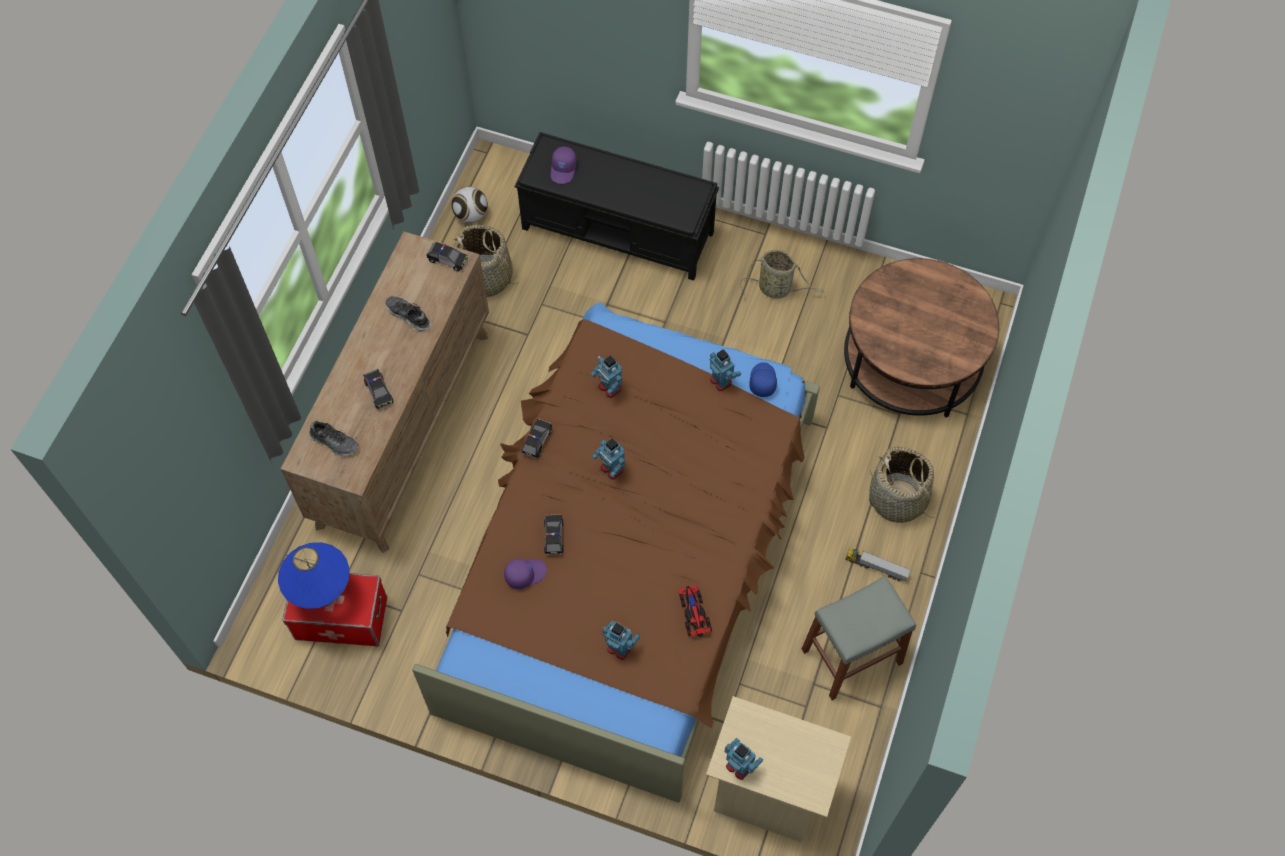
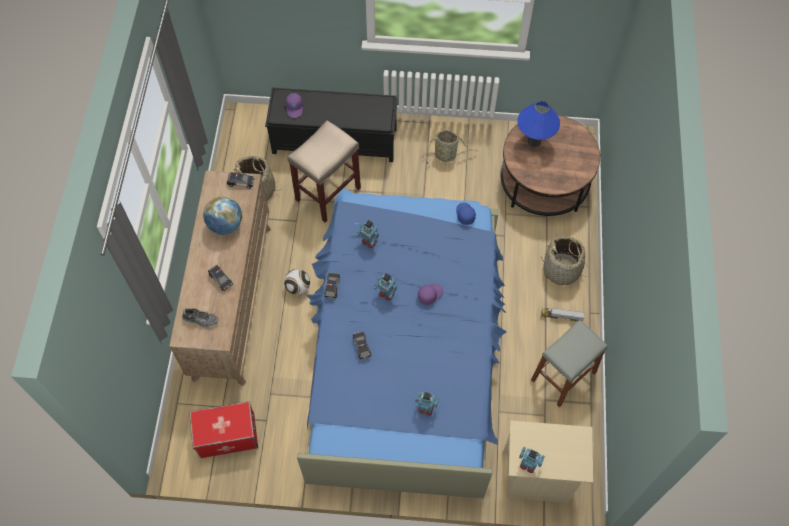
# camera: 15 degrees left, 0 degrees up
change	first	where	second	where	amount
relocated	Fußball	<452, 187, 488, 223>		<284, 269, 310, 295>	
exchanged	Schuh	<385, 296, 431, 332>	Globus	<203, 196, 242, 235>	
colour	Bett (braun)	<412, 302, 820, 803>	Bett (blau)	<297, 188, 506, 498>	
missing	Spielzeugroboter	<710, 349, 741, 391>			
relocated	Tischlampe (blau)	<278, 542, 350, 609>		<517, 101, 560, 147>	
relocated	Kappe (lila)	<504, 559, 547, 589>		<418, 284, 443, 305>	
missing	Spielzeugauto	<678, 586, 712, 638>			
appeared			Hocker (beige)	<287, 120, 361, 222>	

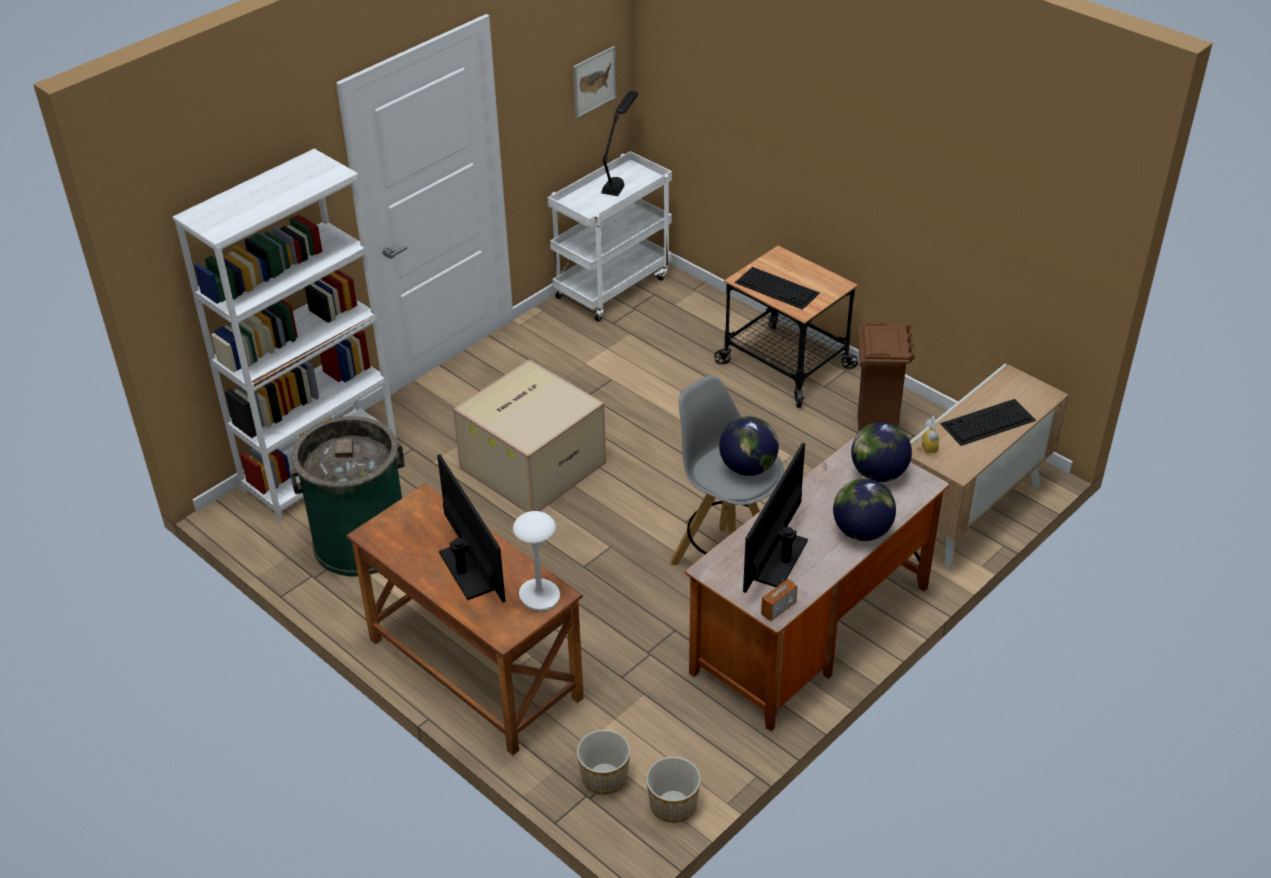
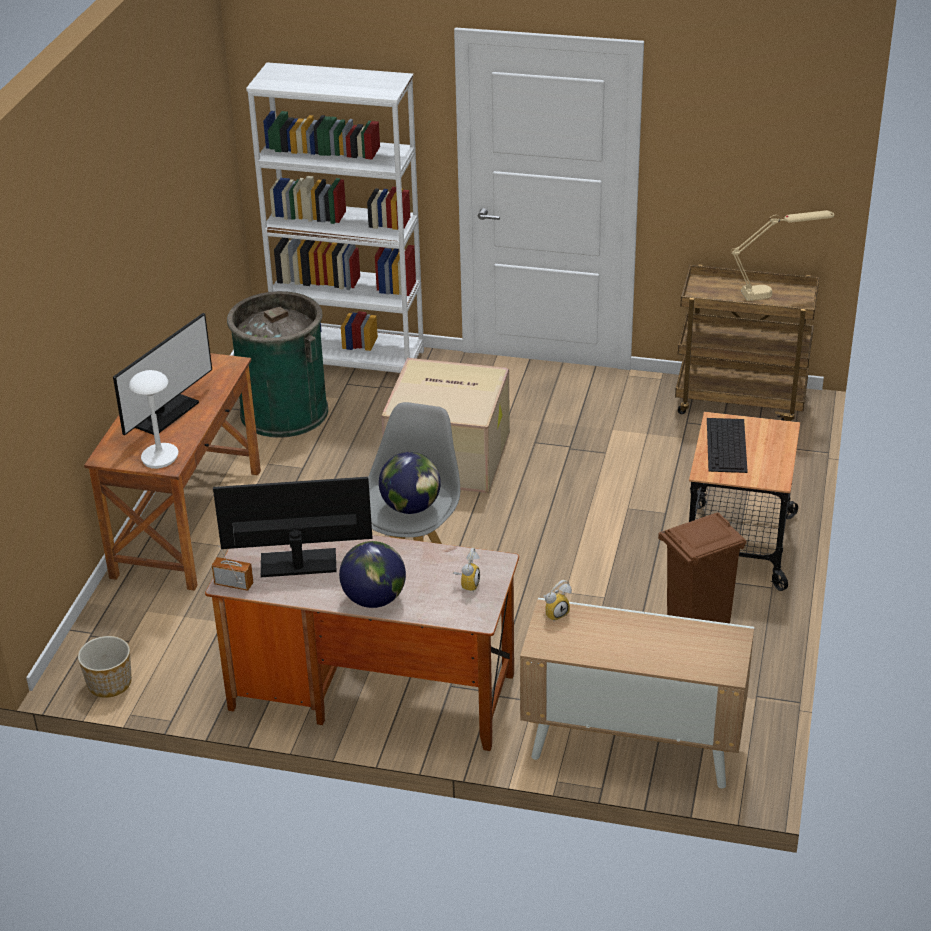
# camera: 60 degrees right, 5 degrees down
change	first	where	second	where	amount
missing	Bild	<573, 46, 616, 118>			
colour	Tischlampe (schwarz)	<601, 91, 638, 196>	Tischlampe (beige)	<731, 210, 834, 301>	
colour	Rollwagen (weiß)	<548, 151, 672, 322>	Rollwagen (braun)	<675, 264, 819, 421>	
missing	Tastatur	<940, 399, 1036, 446>			
exchanged	Globus	<851, 422, 912, 482>	Wecker	<453, 548, 480, 592>	
missing	Pflanzkübel	<577, 729, 630, 795>			

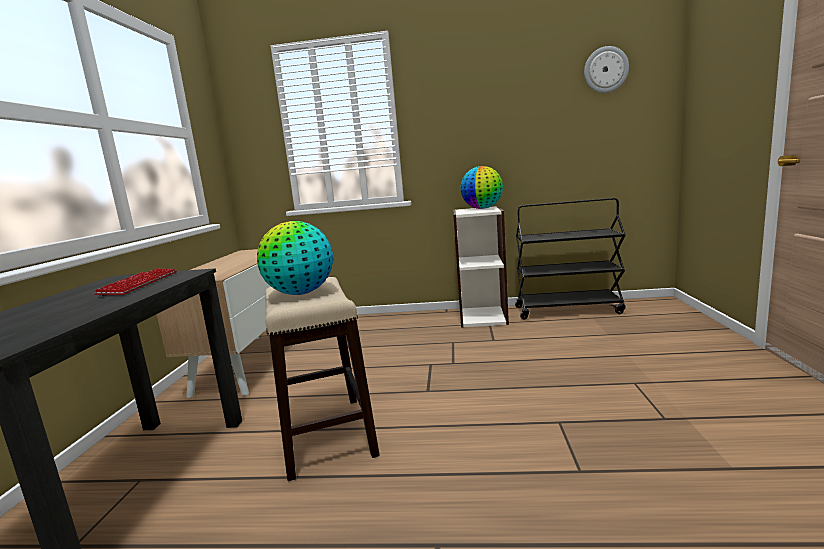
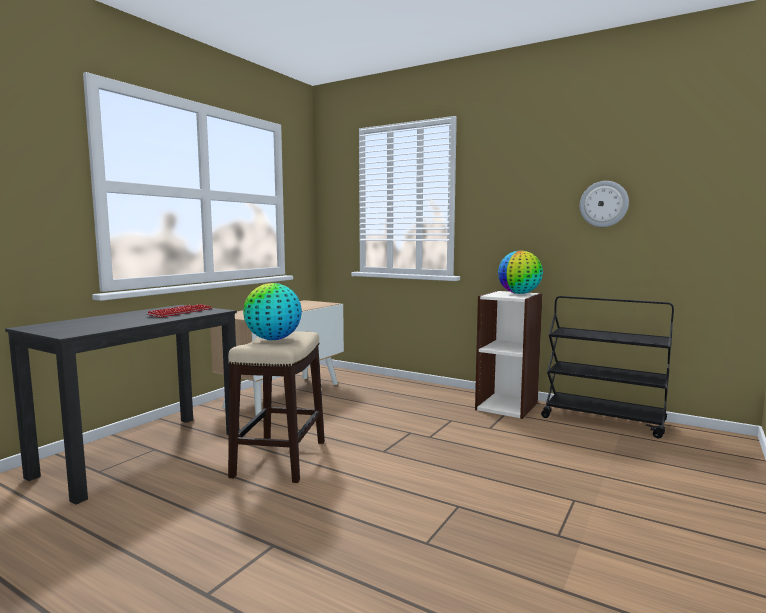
# camera: 25 degrees right, 5 degrees down
change	first	where	second	where	amount
relocated	Wanduhr	<584, 46, 629, 93>		<580, 181, 629, 227>	

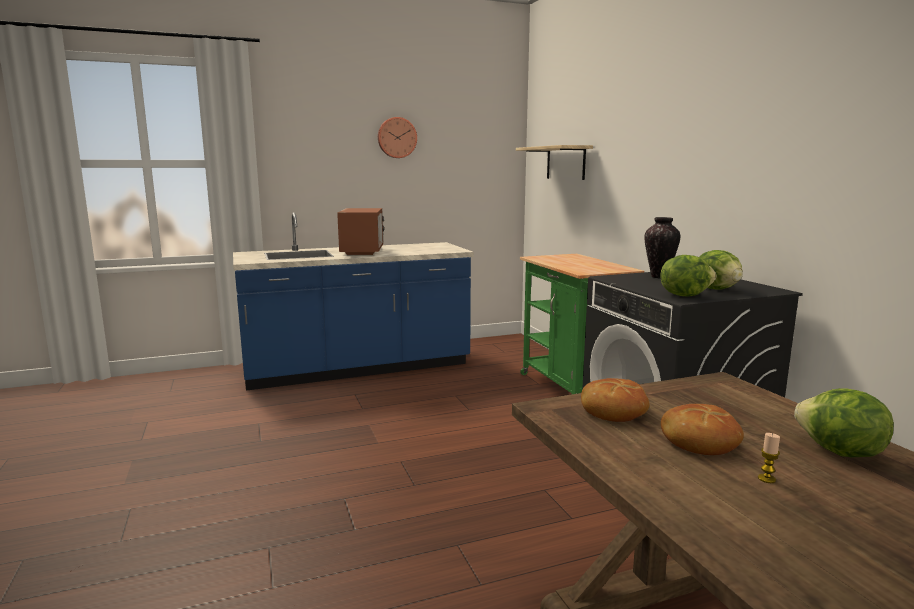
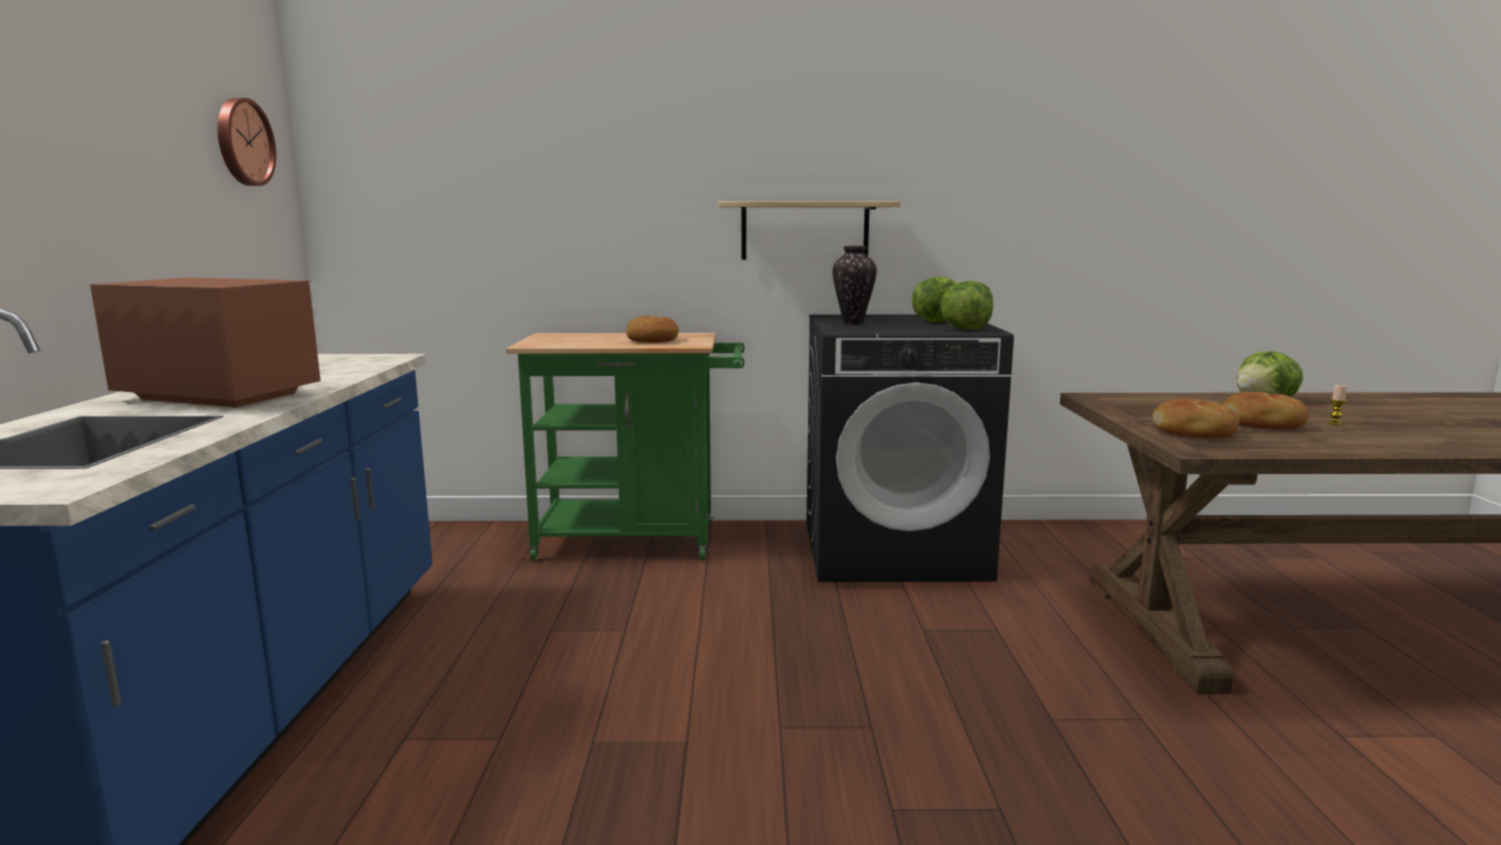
# camera: 70 degrees left, 0 degrees up
change	first	where	second	where	amount
relocated	Wanduhr	<378, 117, 417, 158>		<217, 98, 276, 186>	
relocated	Wandregal	<516, 145, 593, 180>		<719, 201, 901, 260>	
appeared			Brot	<626, 316, 679, 343>	

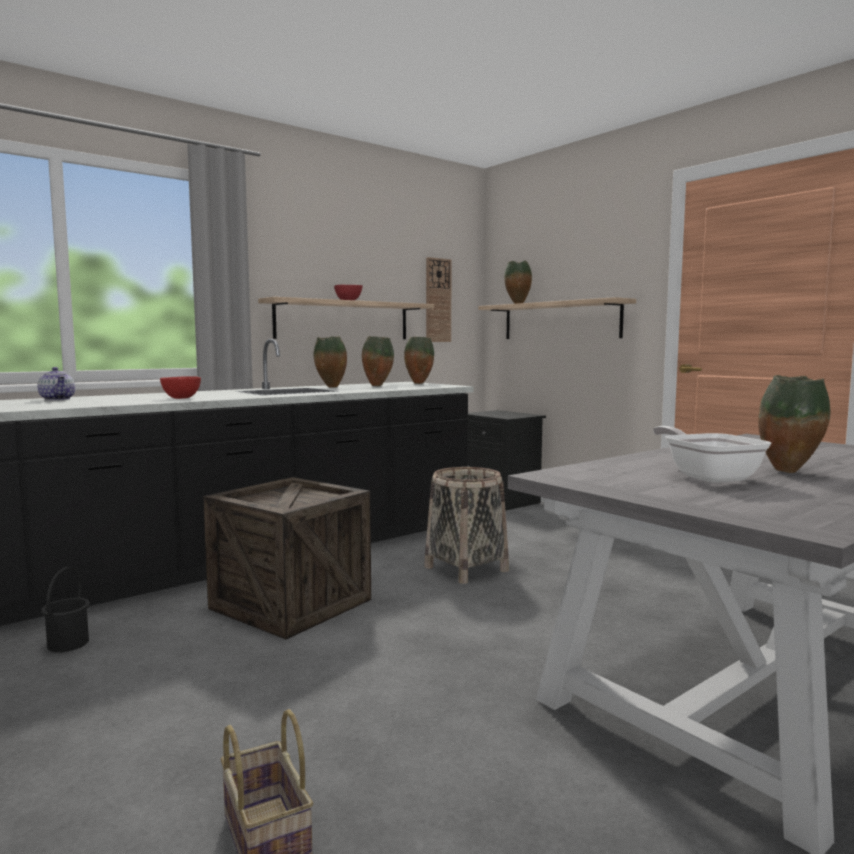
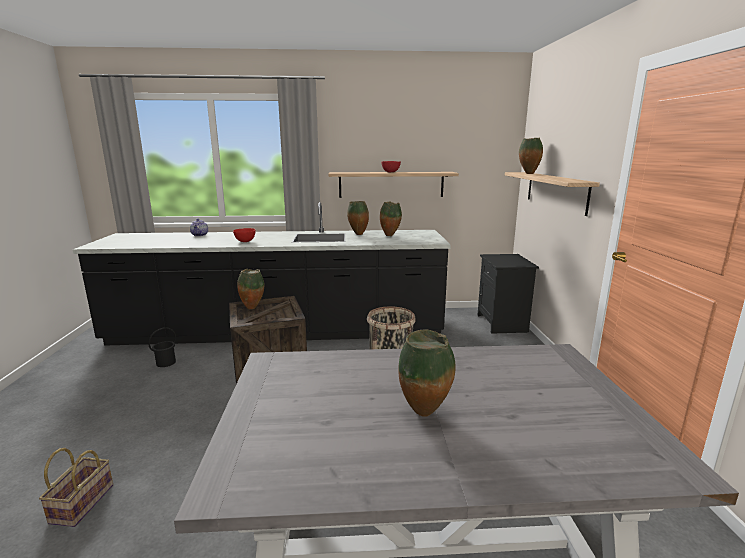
# camera: 35 degrees right, 10 degrees up
change	first	where	second	where	amount
missing	Wanduhr	<426, 257, 452, 342>			
relocated	Vase	<404, 337, 434, 384>		<237, 269, 264, 309>	
missing	Pfanne	<653, 426, 771, 483>			

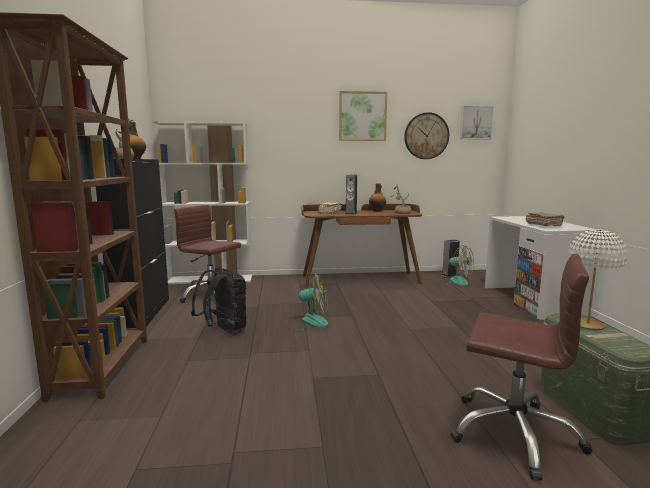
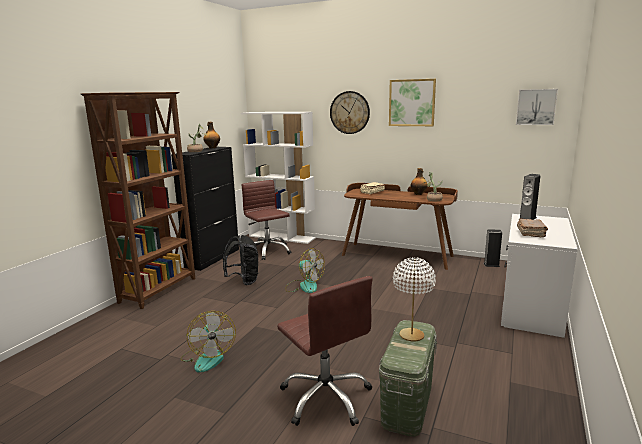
# camera: 30 degrees right, 5 degrees up
change	first	where	second	where	amount
relocated	Wanduhr	<404, 112, 449, 159>		<330, 91, 370, 134>	
relocated	Lautsprecher	<345, 174, 357, 214>		<519, 174, 540, 220>	
relocated	Ventilator	<436, 245, 474, 286>		<180, 311, 236, 373>	

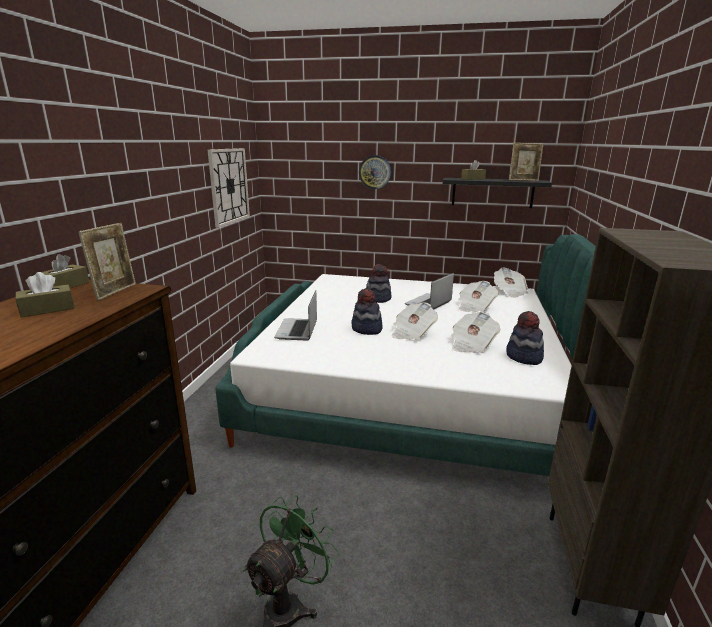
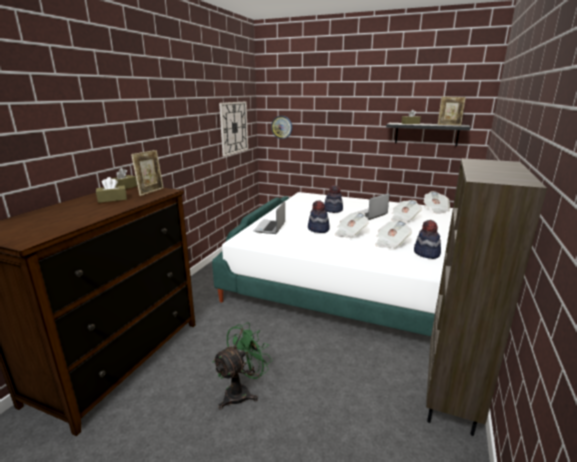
# camera: 10 degrees right, 0 degrees up
change	first	where	second	where	amount
relocated	Wanduhr	<359, 155, 391, 189>		<271, 116, 292, 139>	

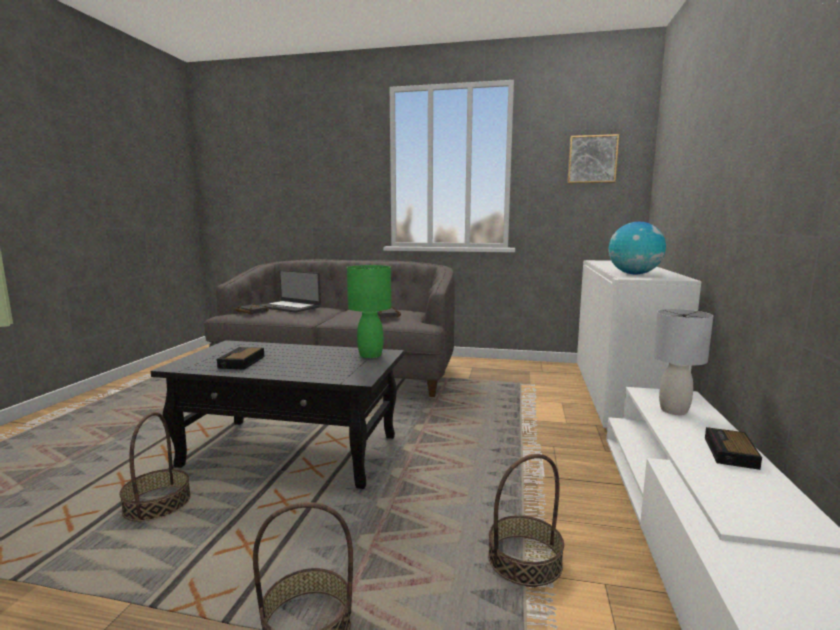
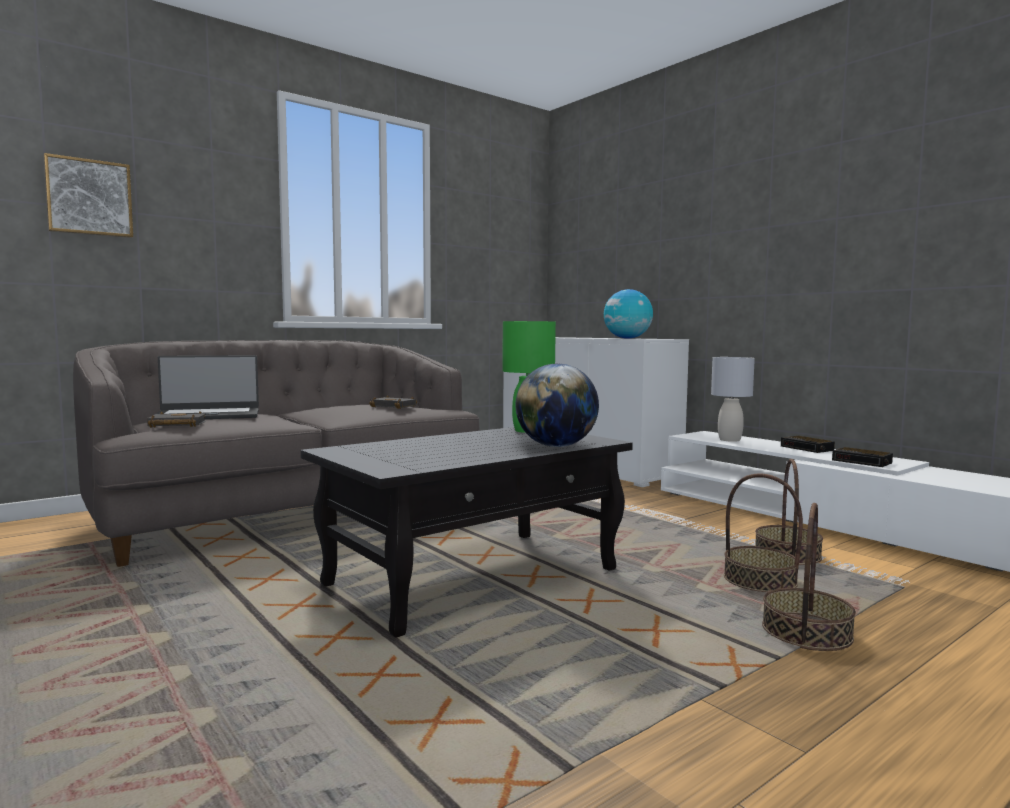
# camera: 50 degrees left, 5 degrees down
change	first	where	second	where	amount
relocated	Bild	<567, 134, 619, 184>		<43, 153, 133, 238>	
relocated	Wecker	<217, 347, 264, 369>		<832, 447, 893, 467>	
relocated	Korb	<119, 412, 191, 521>		<724, 473, 803, 592>	
appeared			Globus	<515, 363, 599, 447>	

